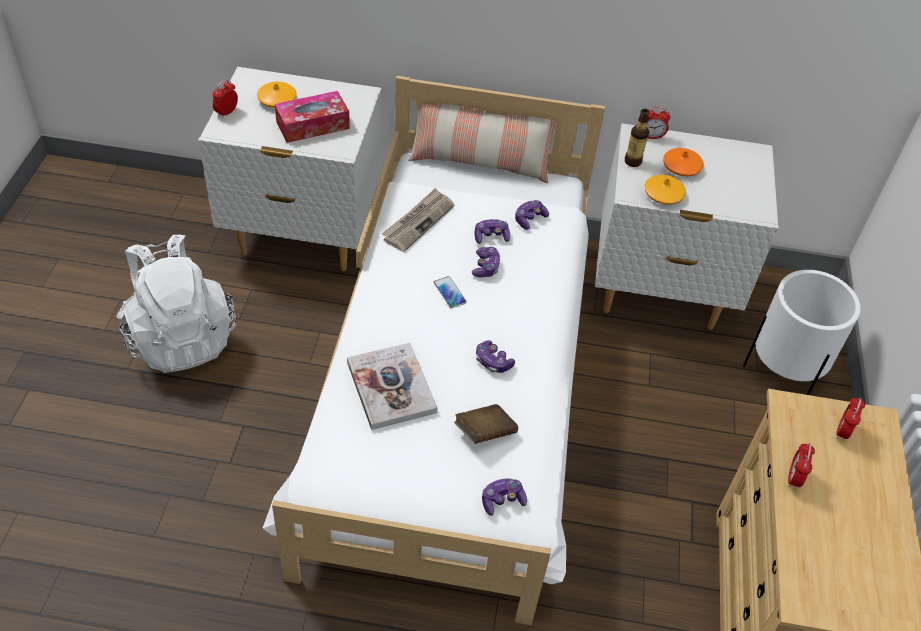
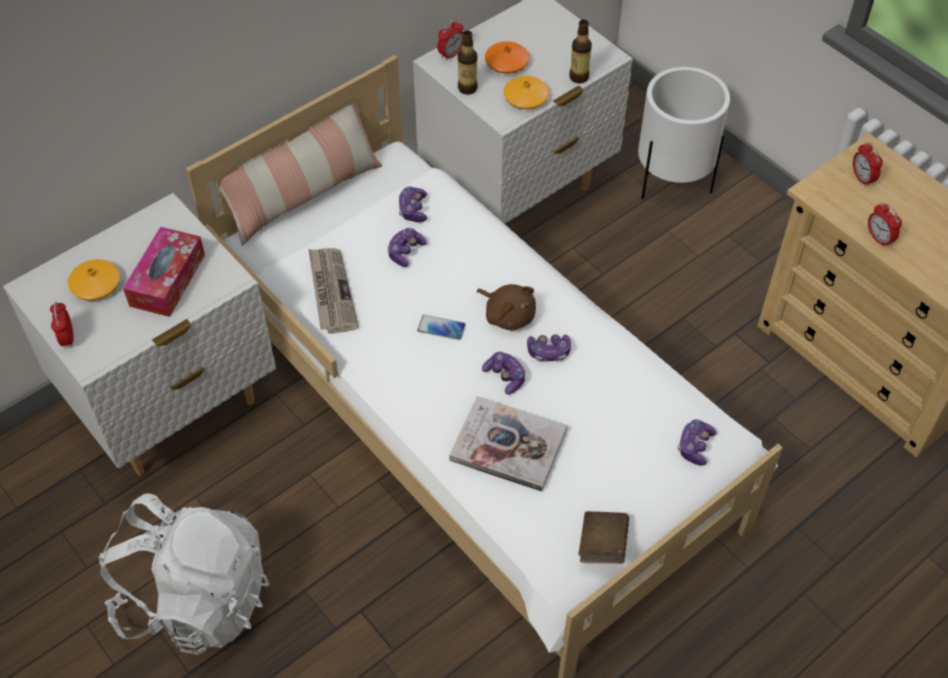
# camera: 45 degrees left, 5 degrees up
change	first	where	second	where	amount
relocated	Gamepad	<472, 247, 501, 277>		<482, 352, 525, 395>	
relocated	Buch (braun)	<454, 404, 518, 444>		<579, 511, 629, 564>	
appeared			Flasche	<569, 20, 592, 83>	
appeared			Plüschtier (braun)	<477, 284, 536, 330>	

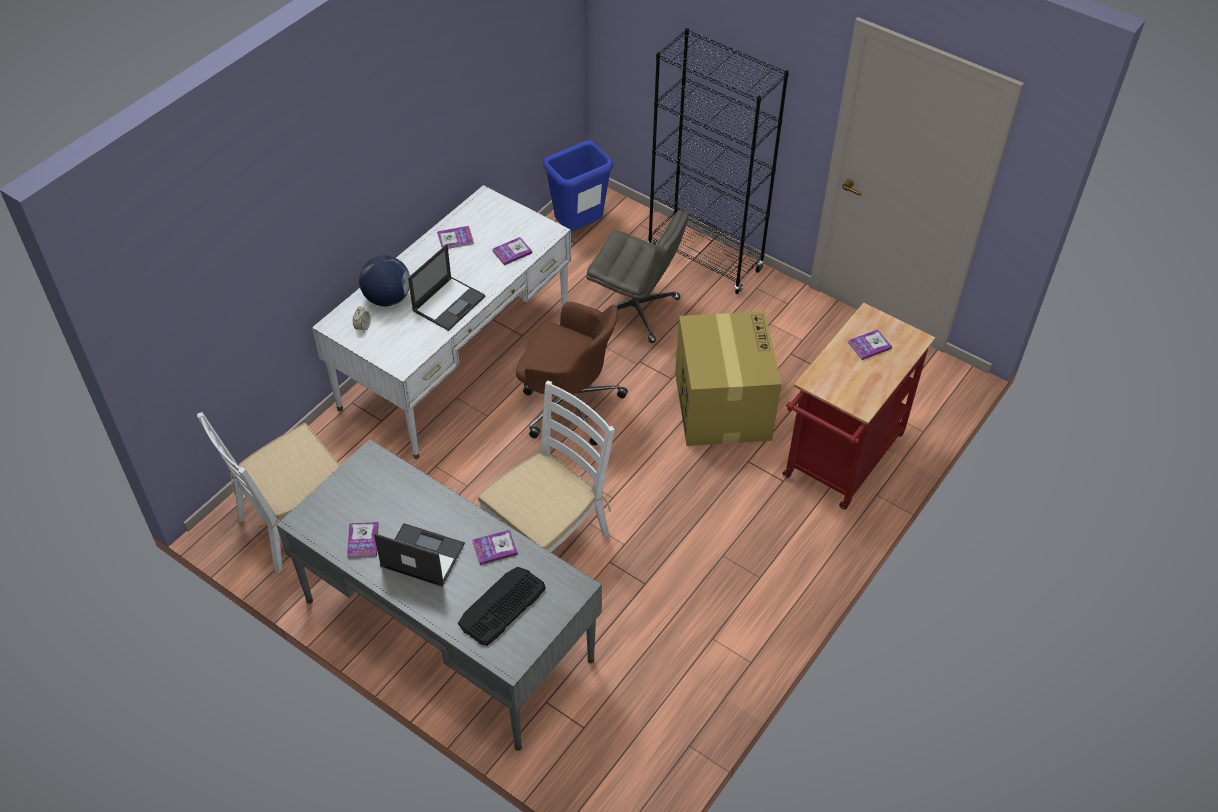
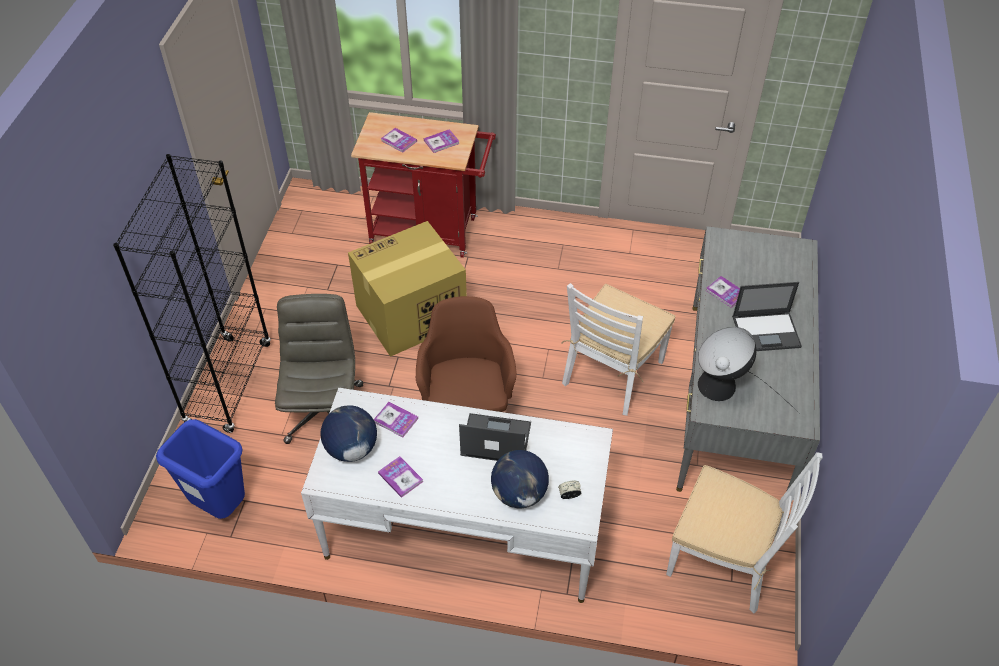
# camera: 115 degrees left, 0 degrees up
change	first	where	second	where	amount
spun	Stuhl (weiß)	<478, 380, 615, 552>		<561, 283, 676, 416>	75 degrees counterclockwise
relocated	Buch	<347, 522, 379, 558>		<424, 129, 459, 153>	
spun	Laptop	<374, 523, 465, 587>		<732, 282, 802, 351>	90 degrees counterclockwise
missing	Tastatur	<458, 567, 546, 646>			
appeared			Tischlampe	<698, 327, 799, 413>	
appeared			Globus	<320, 405, 377, 462>	

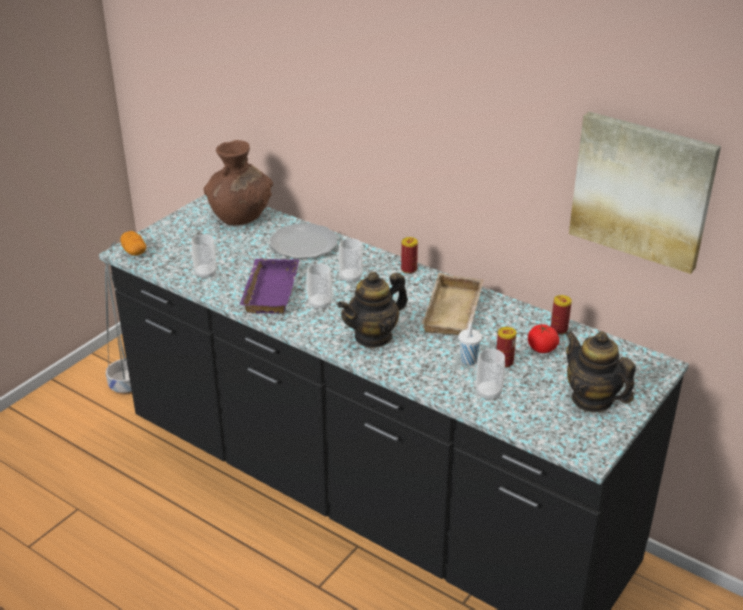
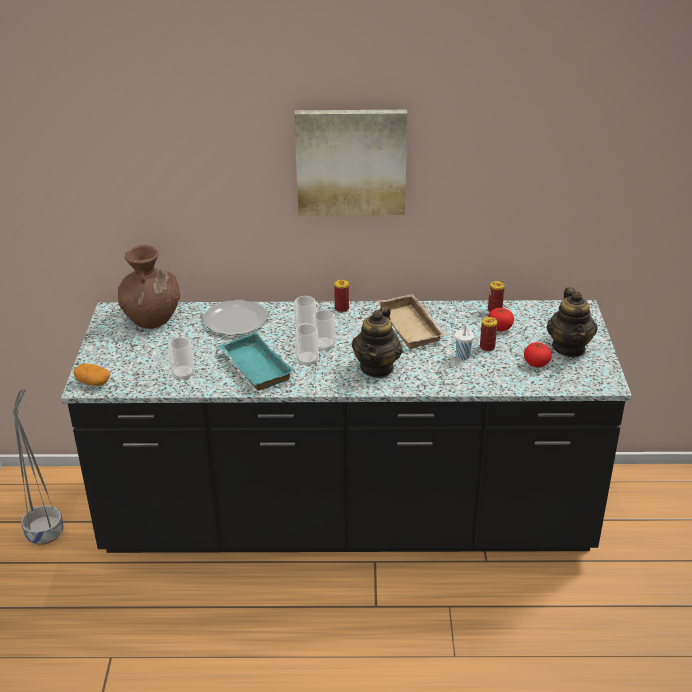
# camera: 35 degrees left, 0 degrees up
change	first	where	second	where	amount
relocated	Bild	<569, 112, 721, 274>		<294, 110, 407, 216>	
colour	Tablett (lila)	<240, 259, 299, 314>	Tablett (türkis)	<219, 332, 294, 390>	
spun	Teekanne	<565, 330, 636, 412>		<546, 287, 598, 357>	105 degrees counterclockwise
relocated	Tasse	<476, 349, 505, 401>		<313, 310, 335, 352>	
appeared			Tomate	<524, 342, 552, 367>	

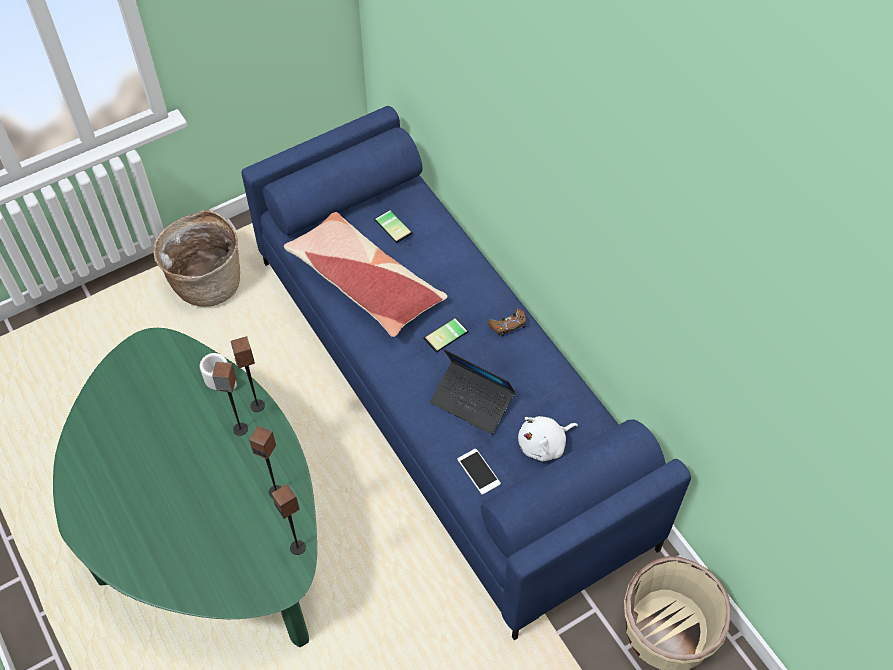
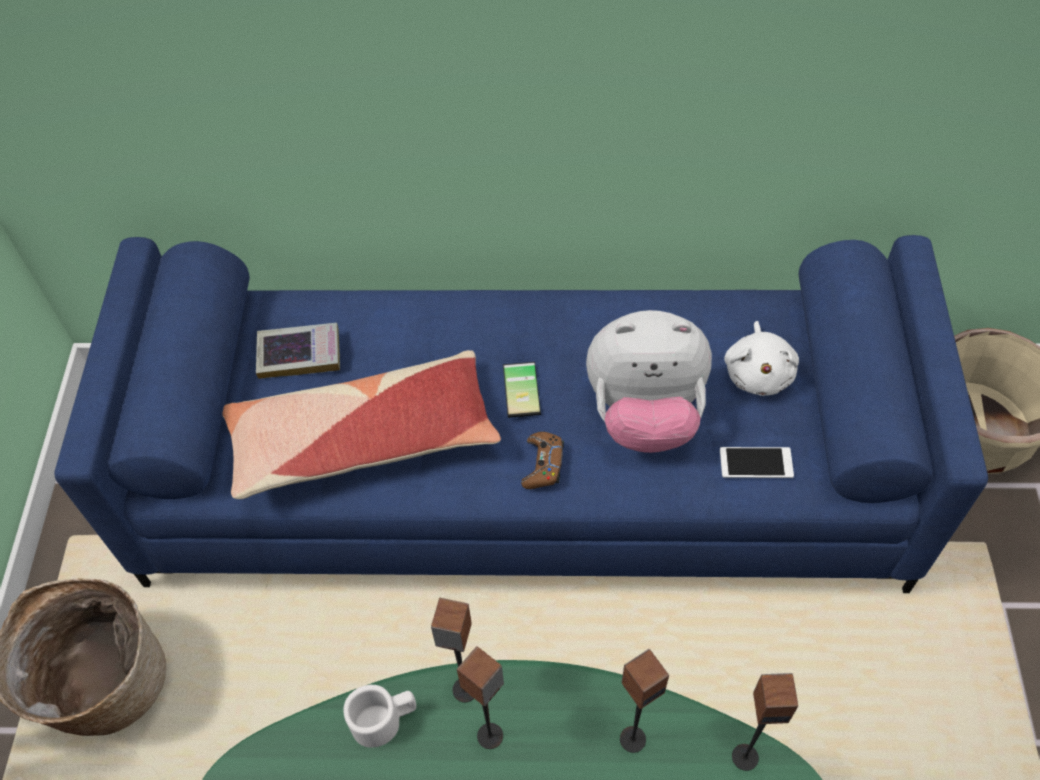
# camera: 55 degrees left, 0 degrees up
change	first	where	second	where	amount
exchanged	Handy	<374, 210, 413, 243>	Buch	<256, 323, 340, 379>	
relocated	Gamepad (braun)	<488, 309, 526, 337>		<521, 432, 564, 489>	
exchanged	Laptop	<430, 349, 515, 434>	Plüschtier	<586, 310, 712, 453>	

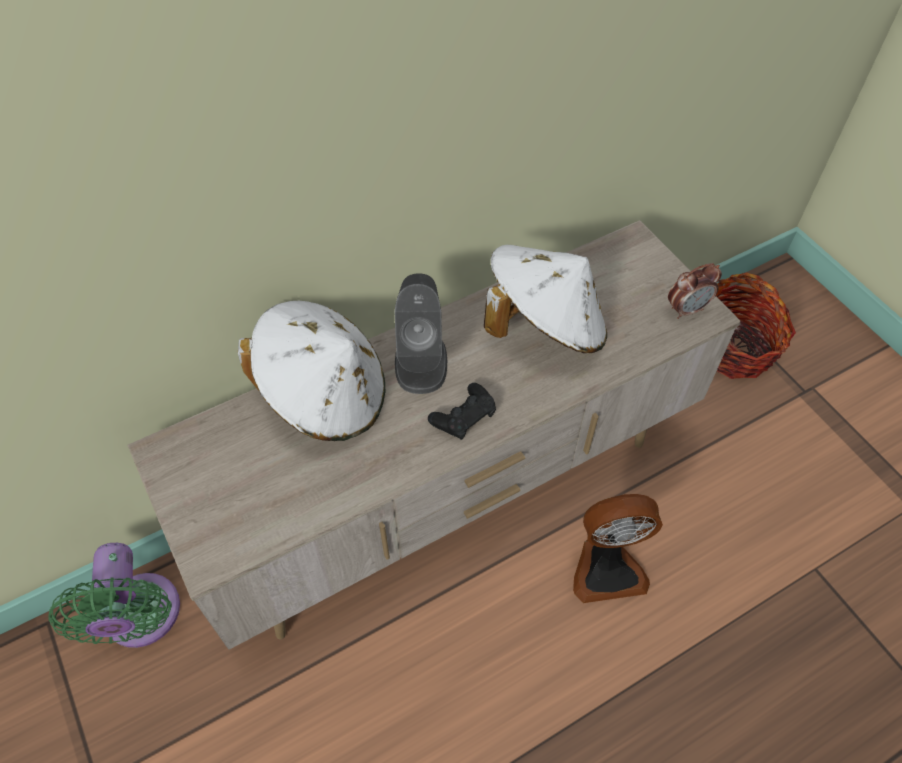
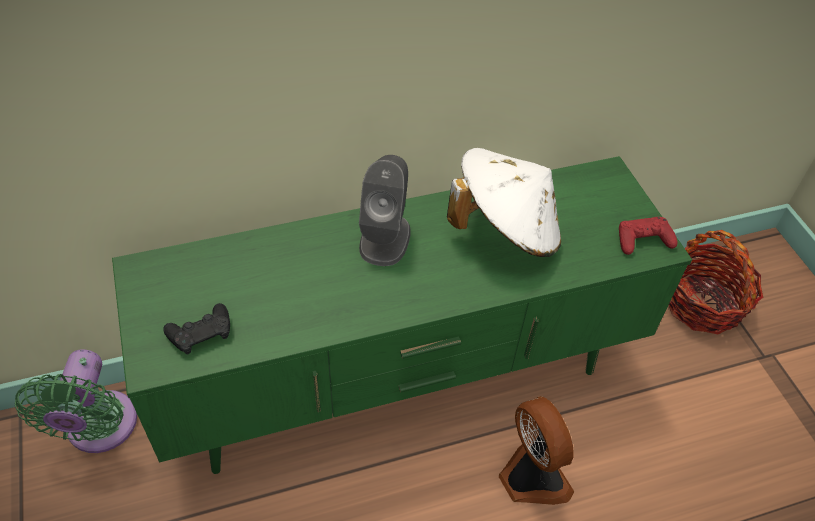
# camera: 10 degrees right, 5 degrees down
change	first	where	second	where	amount
colour	Fernsehschrank (beige)	<127, 220, 741, 650>	Fernsehschrank (grün)	<112, 156, 692, 474>	
exchanged	Wecker	<668, 263, 722, 319>	Gamepad (rot)	<619, 217, 678, 255>	
missing	Hut (weiß)	<238, 301, 385, 441>			
relocated	Gamepad (schwarz)	<428, 383, 496, 440>		<163, 303, 230, 354>	
spun	Ventilator	<573, 494, 663, 603>		<499, 396, 574, 505>	120 degrees counterclockwise

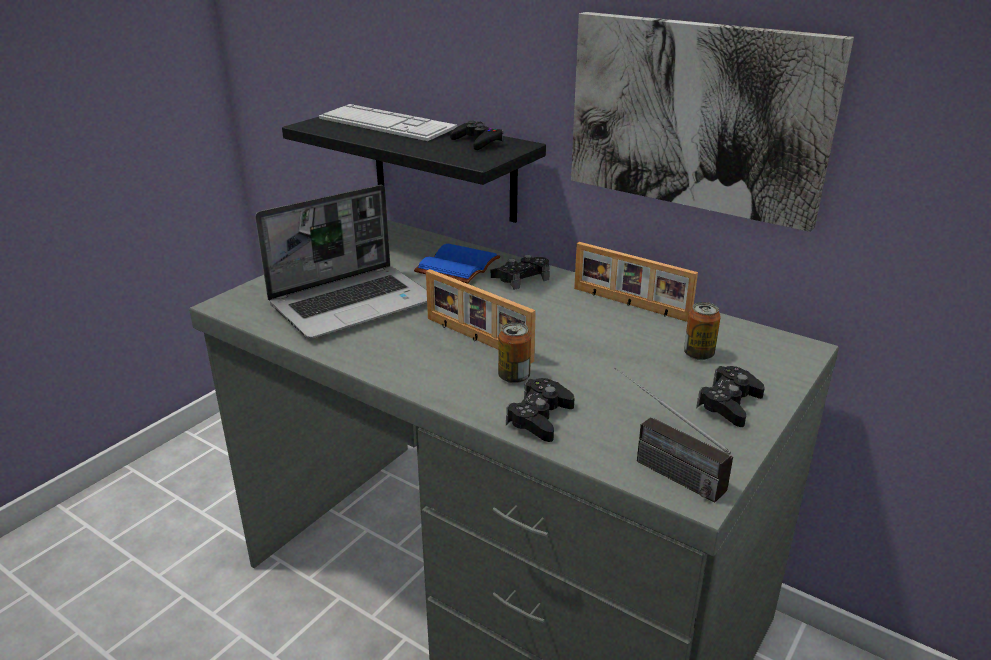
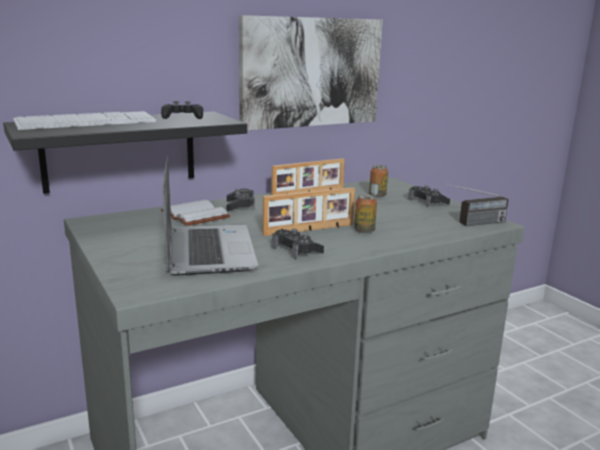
# camera: 65 degrees left, 10 degrees down
change	first	where	second	where	amount
colour	Buch (blau)	<414, 244, 500, 284>	Buch (weiß)	<161, 200, 230, 226>	
relocated	Gamepad (schwarz)	<506, 378, 575, 442>		<272, 229, 324, 259>	

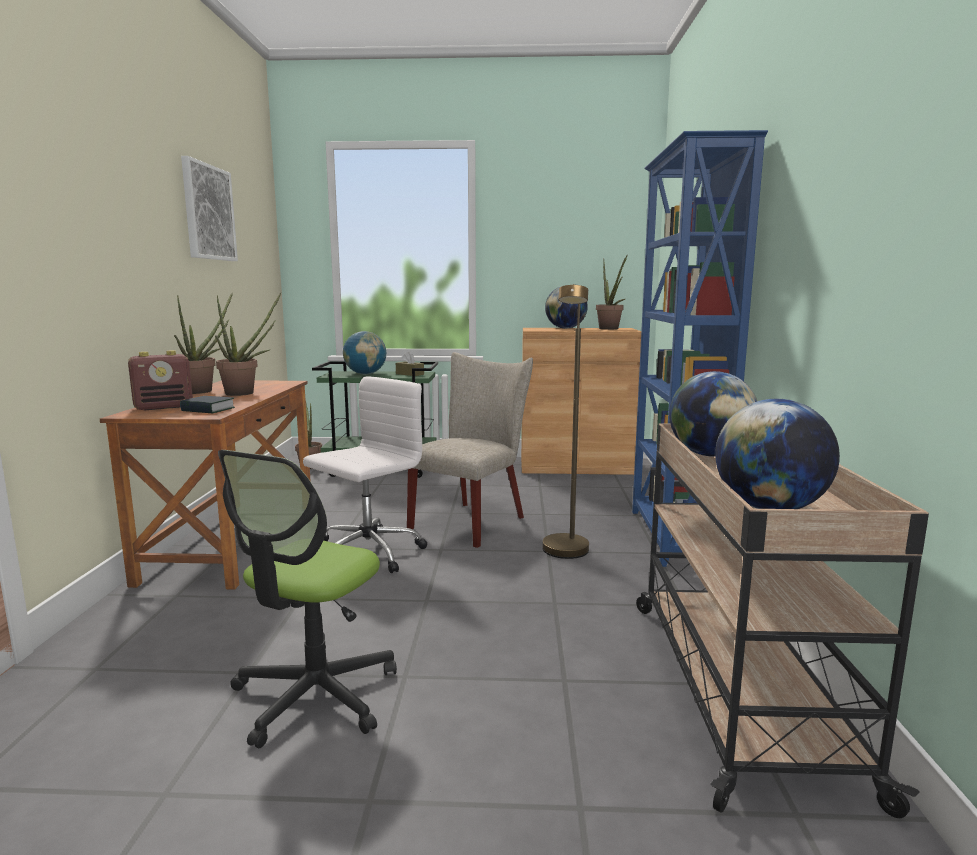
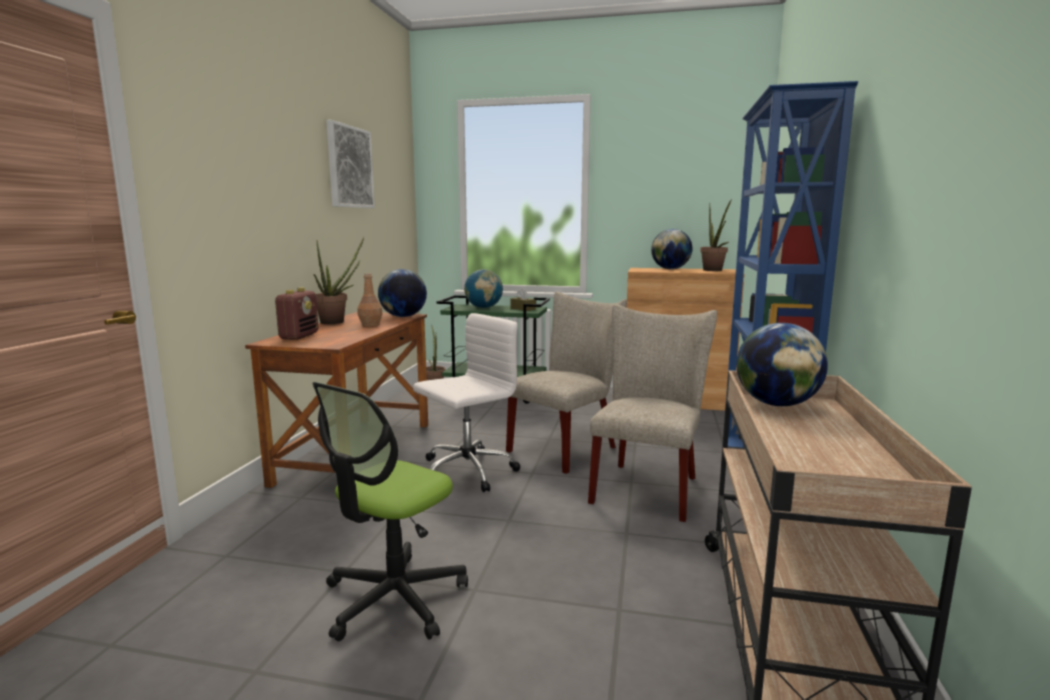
# camera: 10 degrees right, 0 degrees up
change	first	where	second	where	amount
exchanged	Stehlampe (braun)	<542, 284, 589, 559>	Stuhl (beige)	<588, 304, 717, 522>	
exchanged	Topfpflanze	<215, 293, 281, 396>	Flasche (braun)	<357, 273, 383, 326>	
spun	Radio	<128, 350, 193, 411>		<275, 288, 319, 340>	60 degrees counterclockwise
missing	Buch	<180, 396, 235, 413>			
relocated	Globus	<715, 399, 840, 509>		<378, 269, 427, 317>	

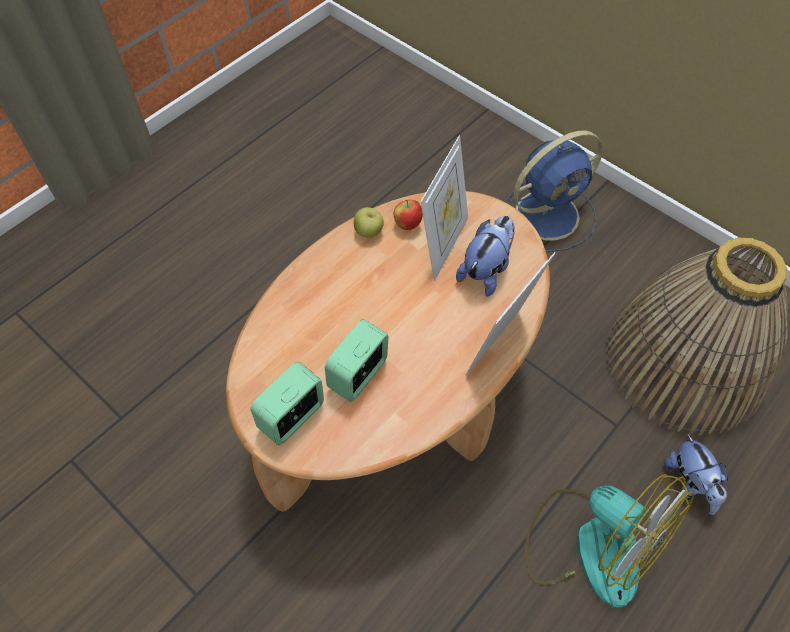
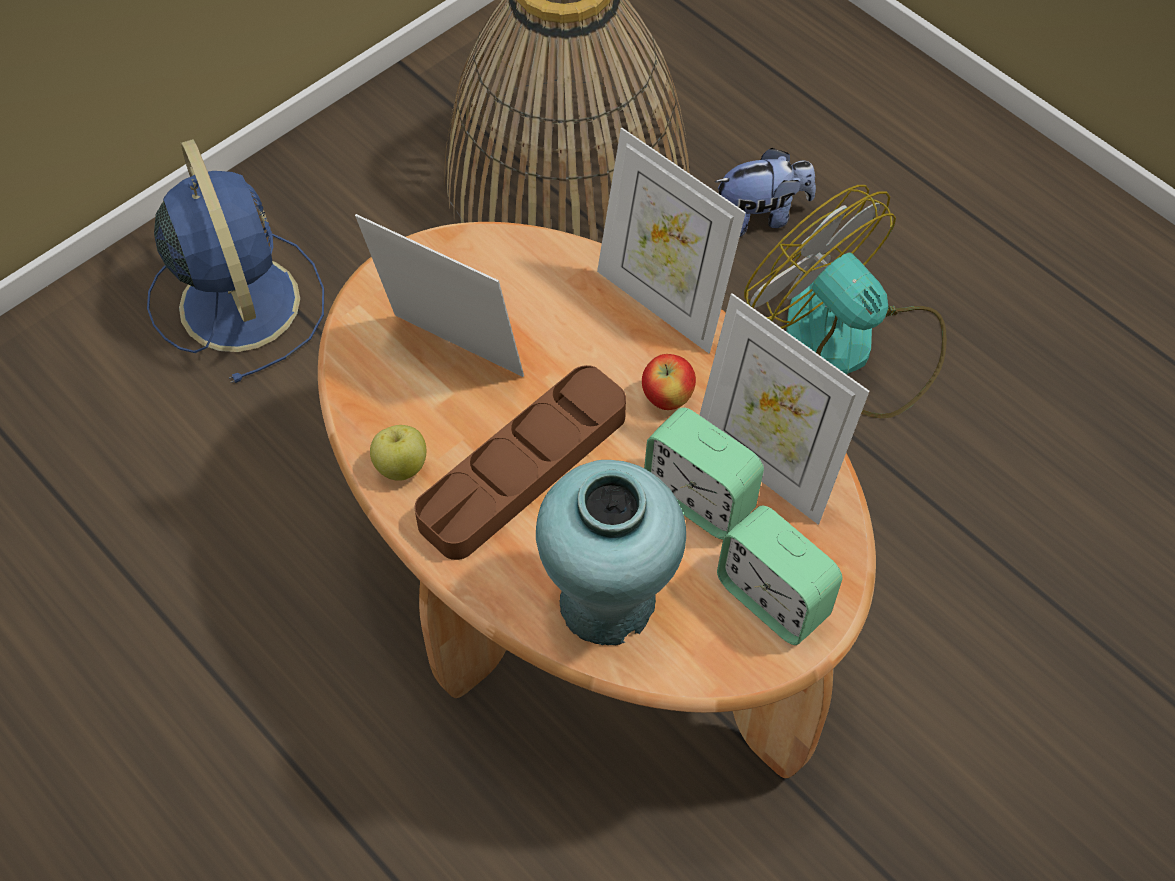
# camera: 85 degrees left, 0 degrees up
change	first	where	second	where	amount
relocated	Apfel	<394, 200, 423, 230>		<642, 354, 696, 410>	
missing	Plüschtier	<456, 216, 515, 297>			
spun	Ventilator	<526, 474, 694, 608>		<744, 185, 947, 419>	90 degrees counterclockwise
appeared			Bilderrahmen	<700, 293, 869, 524>	
appeared			Tablett (braun)	<415, 365, 626, 560>	
appeared			Vase (türkis)	<536, 460, 686, 645>	

